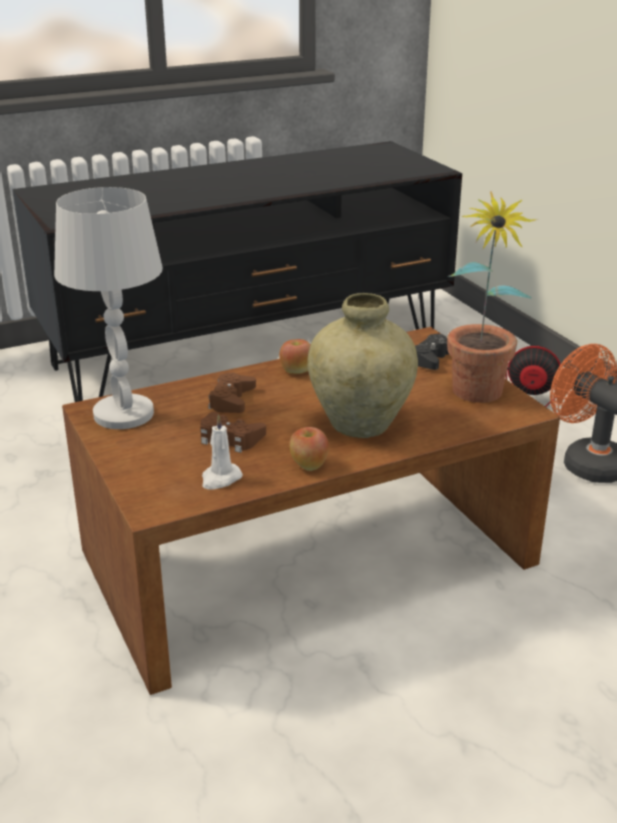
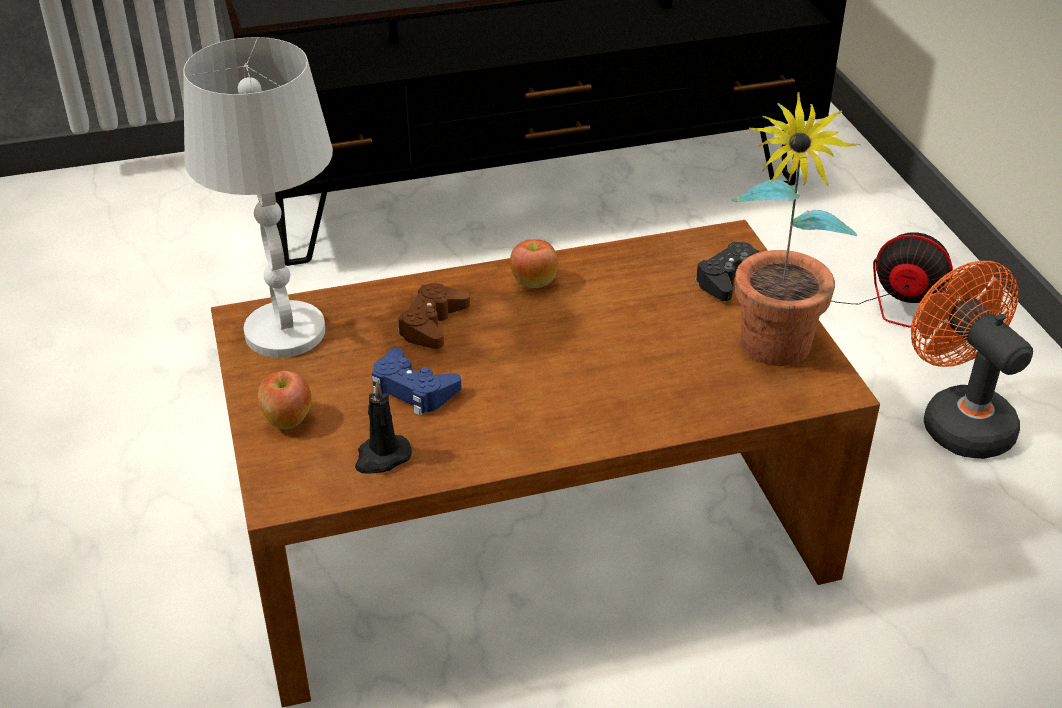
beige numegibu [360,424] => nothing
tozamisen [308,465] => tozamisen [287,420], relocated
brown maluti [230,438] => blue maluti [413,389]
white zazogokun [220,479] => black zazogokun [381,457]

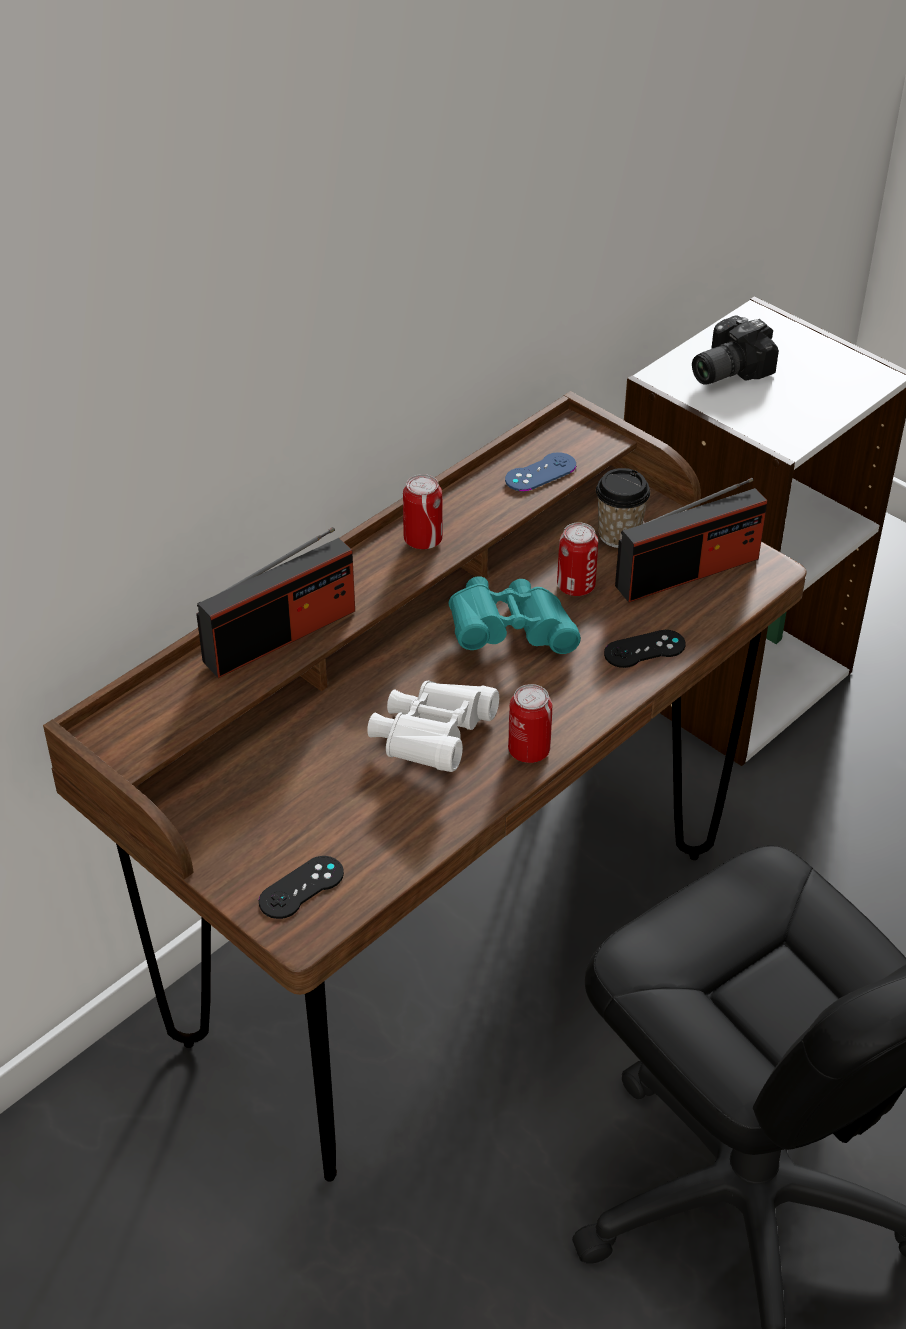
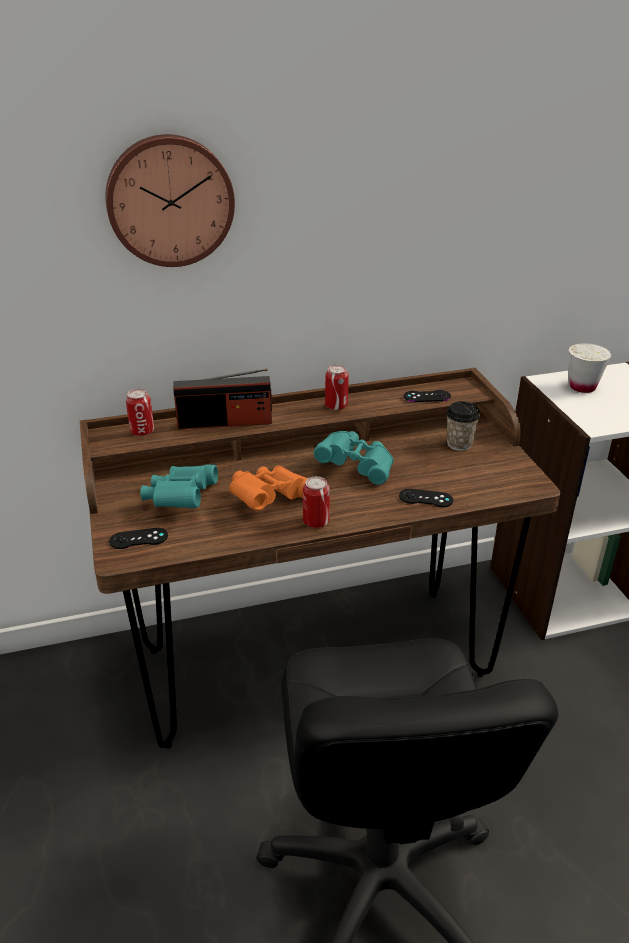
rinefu [687,572] => nothing
nothing => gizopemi [170,200]
nothing => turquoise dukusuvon [181,499]
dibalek [576,586] => dibalek [142,431], relocated
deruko [725,370] => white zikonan [582,387]
white dukusuvon [432,740] => orange dukusuvon [269,499]
blue maluti [540,472] => black maluti [427,396]

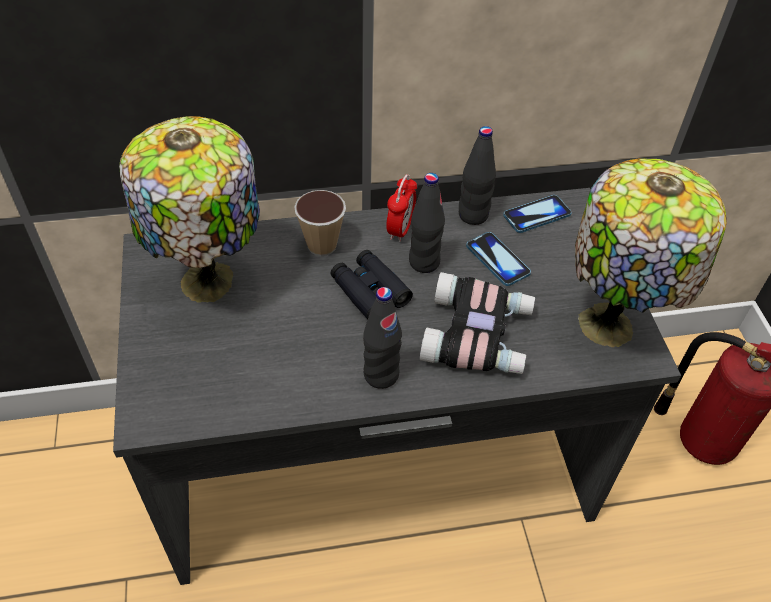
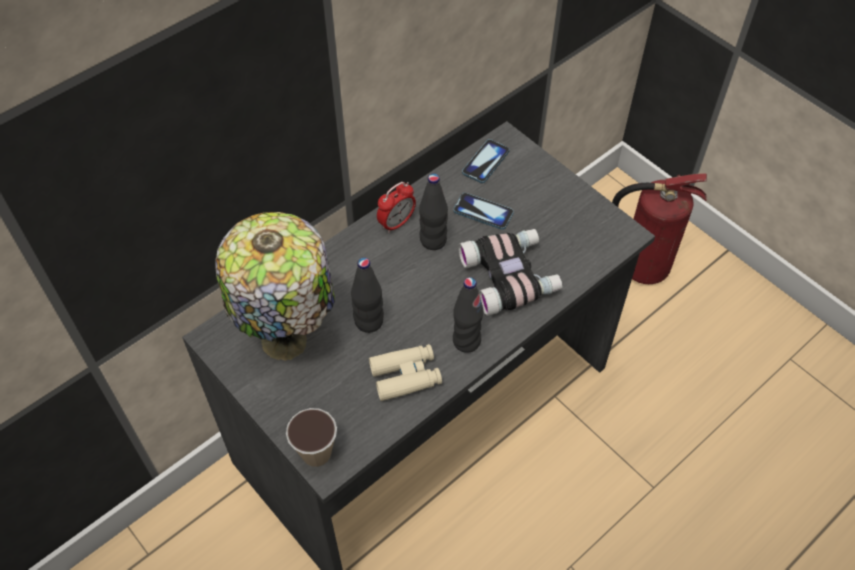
black dukusuvon [370,291] => nothing
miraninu [611,326] => nothing
nothing => beige dukusuvon [406,376]
zikonan [322,245] => zikonan [316,454], relocated
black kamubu [473,215] => black kamubu [369,322], relocated
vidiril [400,229] => vidiril [396,223], 60 degrees clockwise

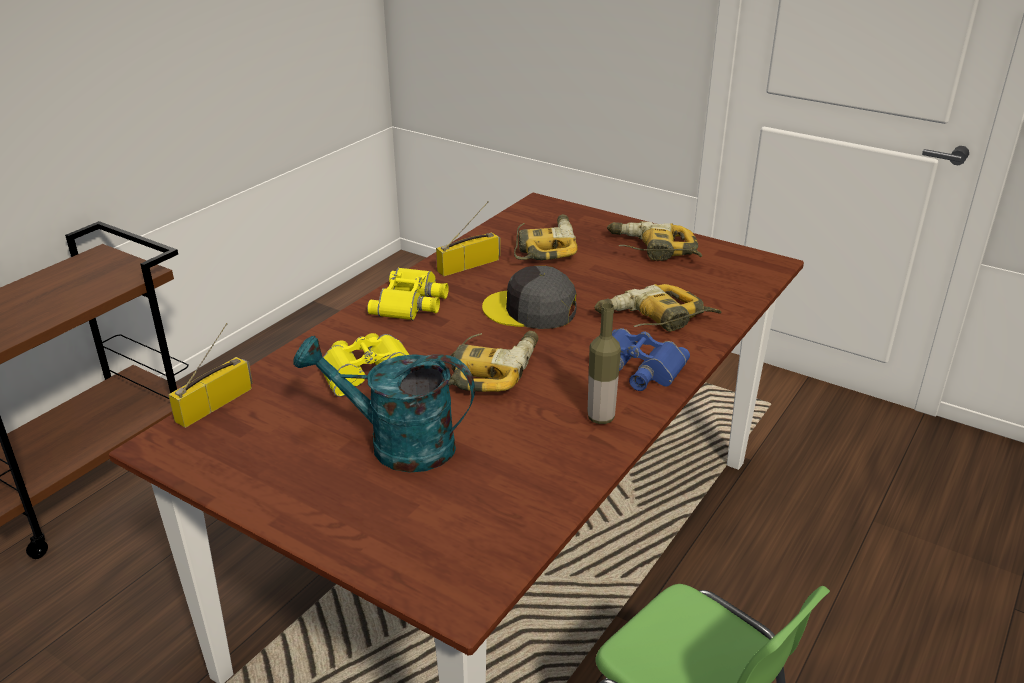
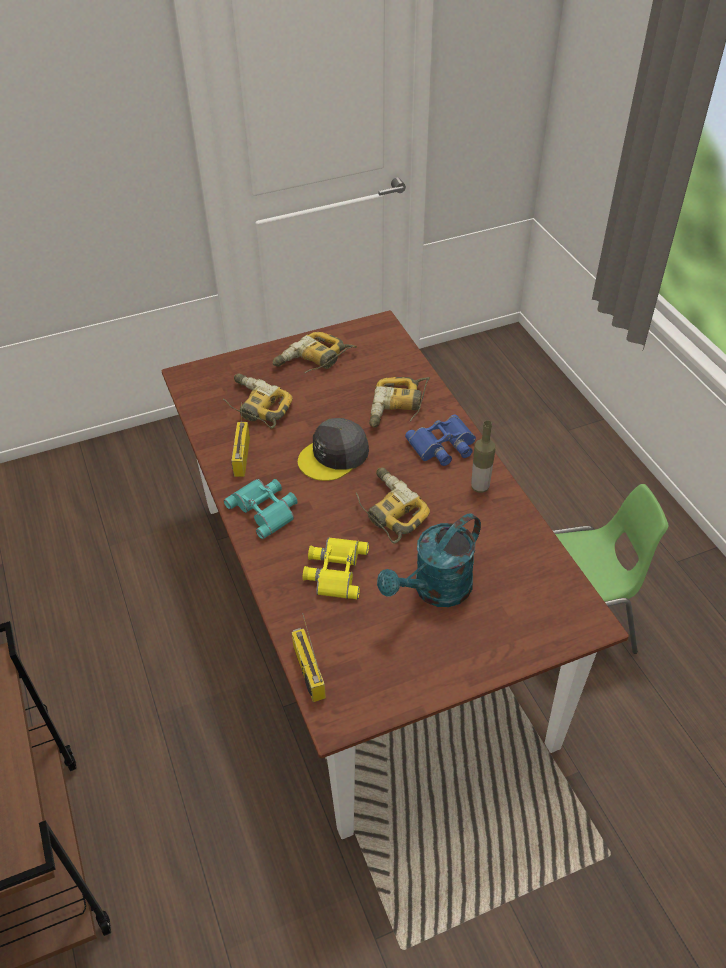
yellow dukusuvon [412,302] => turquoise dukusuvon [265,509]

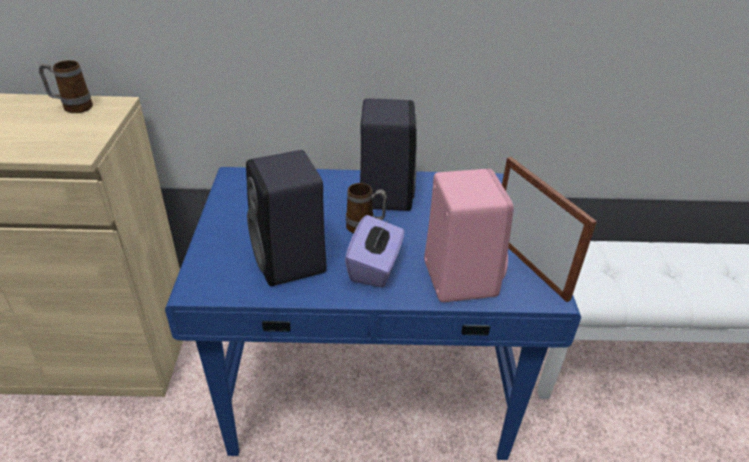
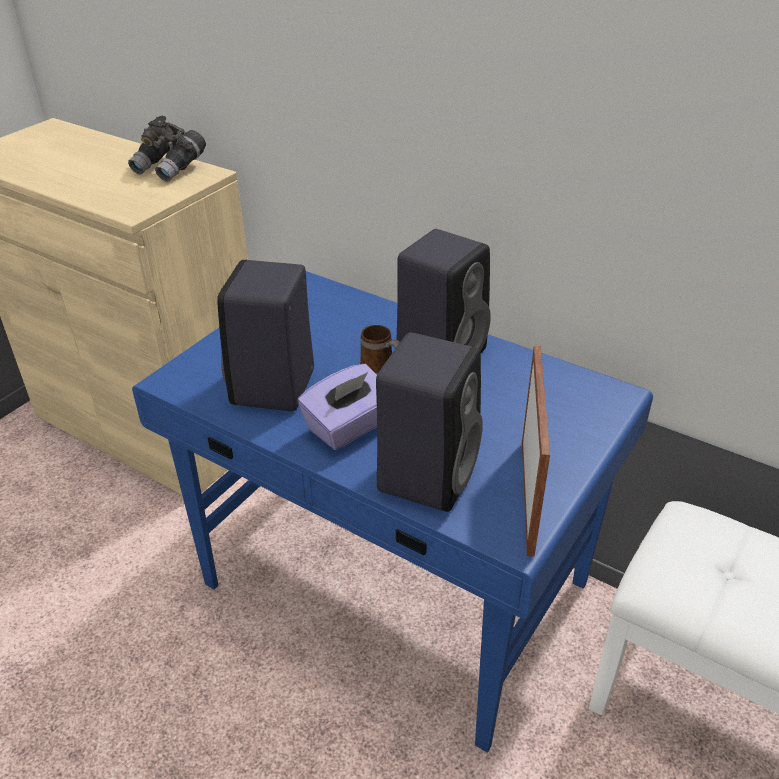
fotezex [72,107] => grey dukusuvon [170,168]
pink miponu [458,276] => black miponu [428,473]

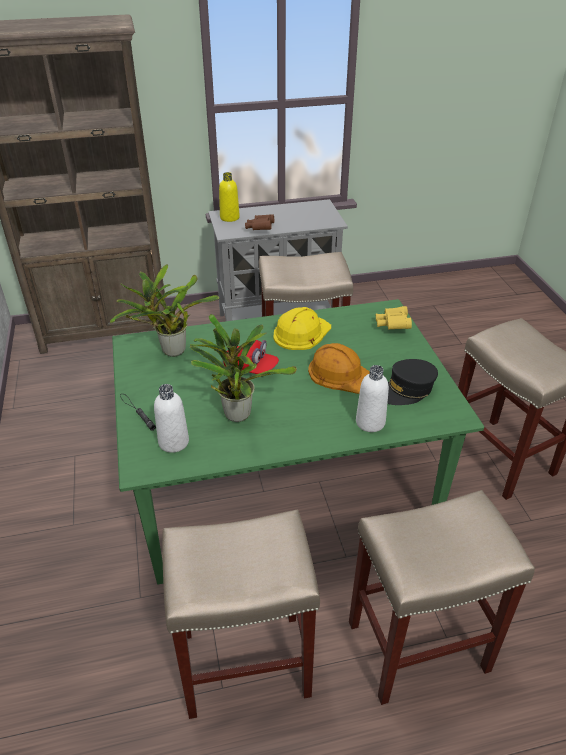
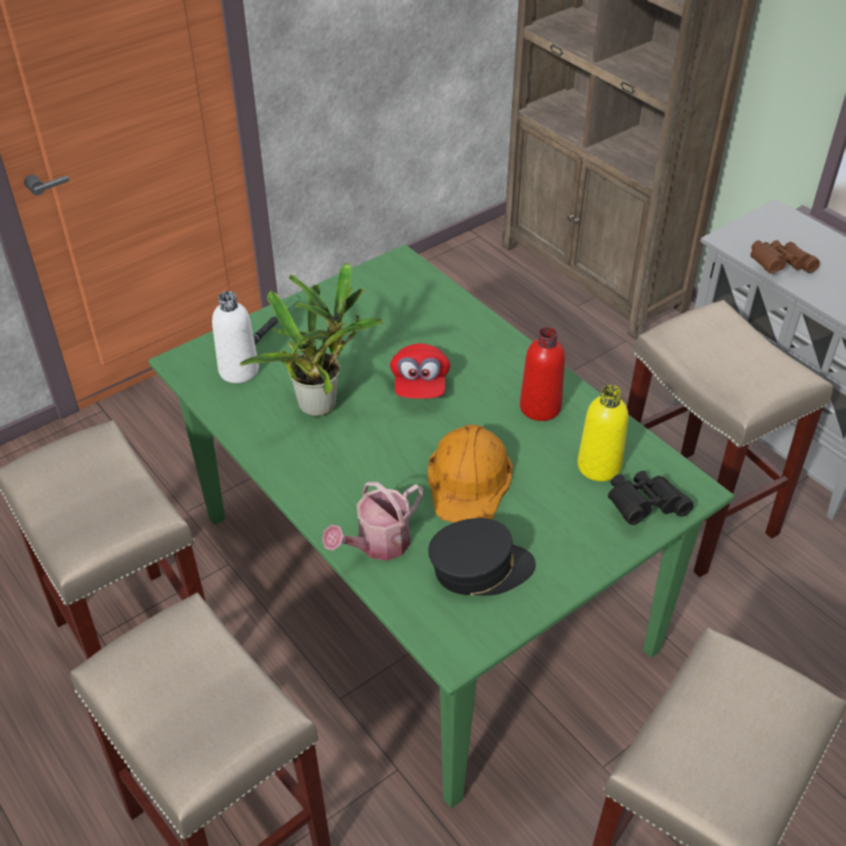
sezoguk [170,351] => nothing
yellow kamubu [229,217] => yellow kamubu [599,466], relocated
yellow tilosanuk [301,332] => red kamubu [540,407]
white kamubu [370,422] => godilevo [377,544]
yellow dukusuvon [392,325] => black dukusuvon [643,507]
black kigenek [407,390] => black kigenek [480,569], 135 degrees clockwise

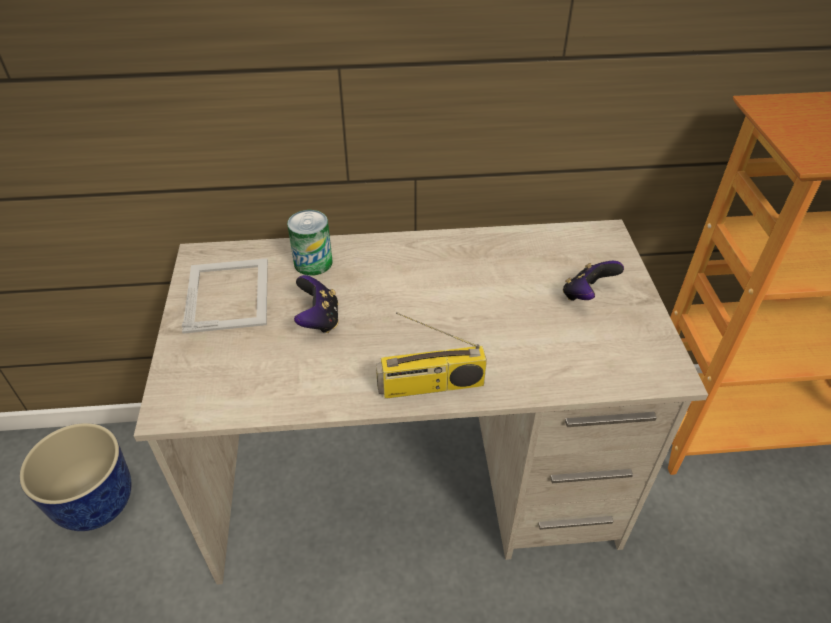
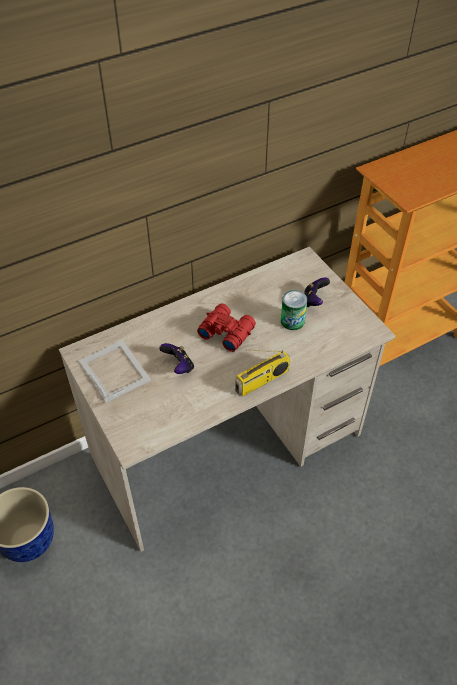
nothing => red dukusuvon [226,331]
dibalek [313,262] => dibalek [292,321], relocated

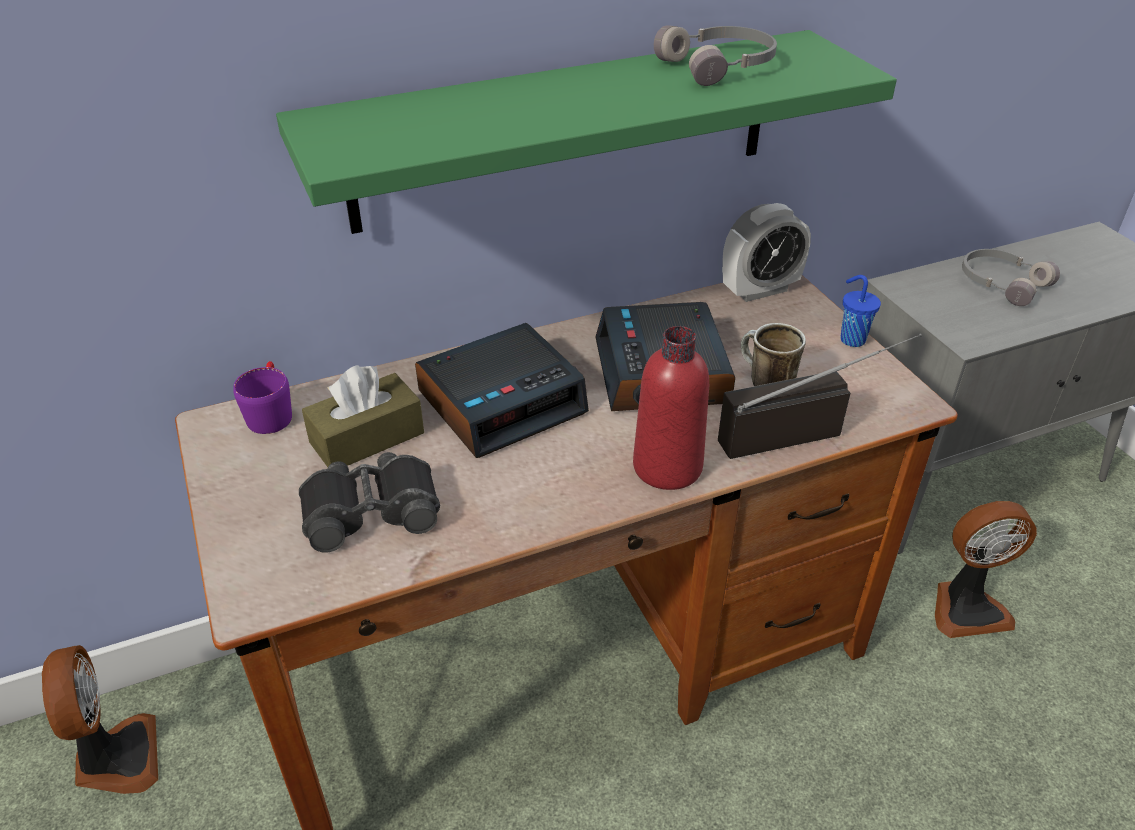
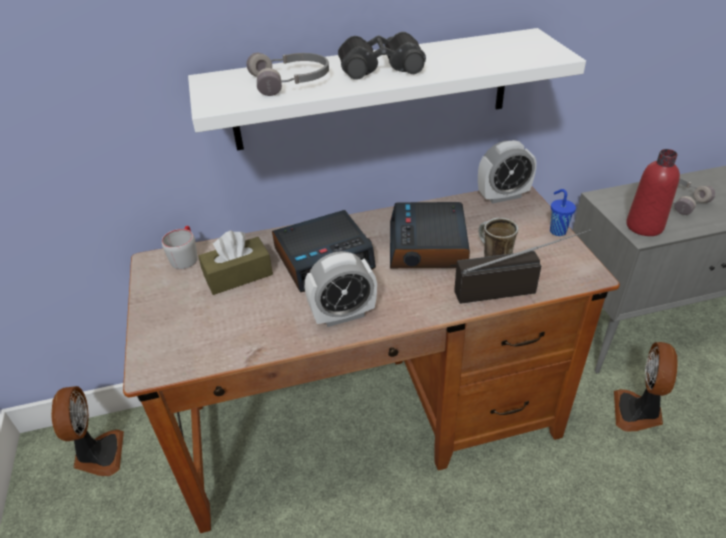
nothing => vidiril [343,315]
black dukusuvon [371,510] => black dukusuvon [381,66], relocated
red kamubu [667,467] => red kamubu [644,226], relocated
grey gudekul [720,66] => grey gudekul [291,81], relocated
purple fotezex [271,412] => grey fotezex [186,256]
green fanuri [565,131] => white fanuri [373,90]
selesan [966,607] => selesan [638,412], 105 degrees clockwise

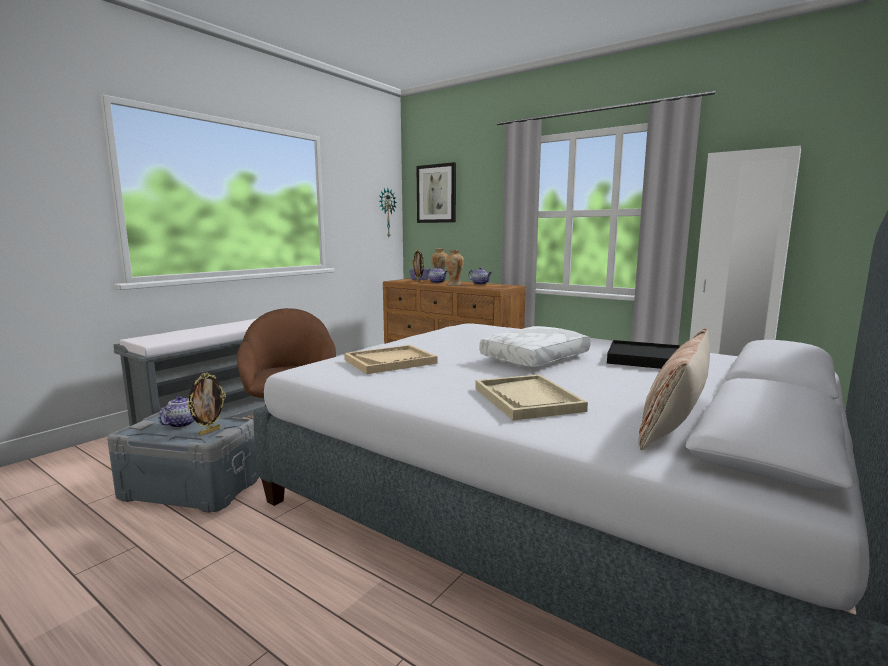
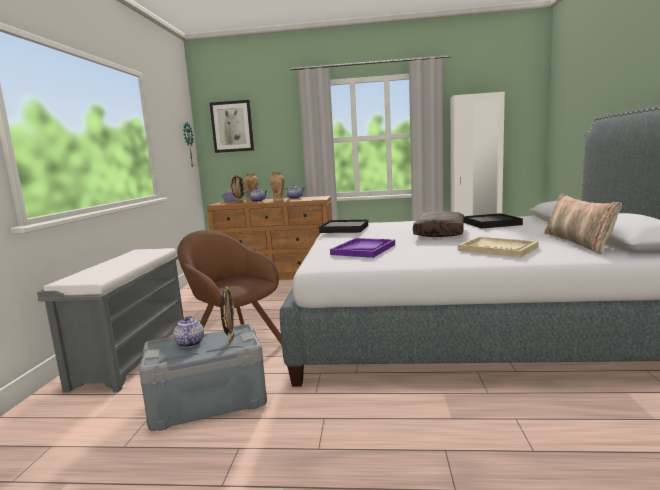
nothing => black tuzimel [344,229]
beige tuzimel [390,361] => purple tuzimel [363,249]
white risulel [535,358] => brown risulel [440,233]

